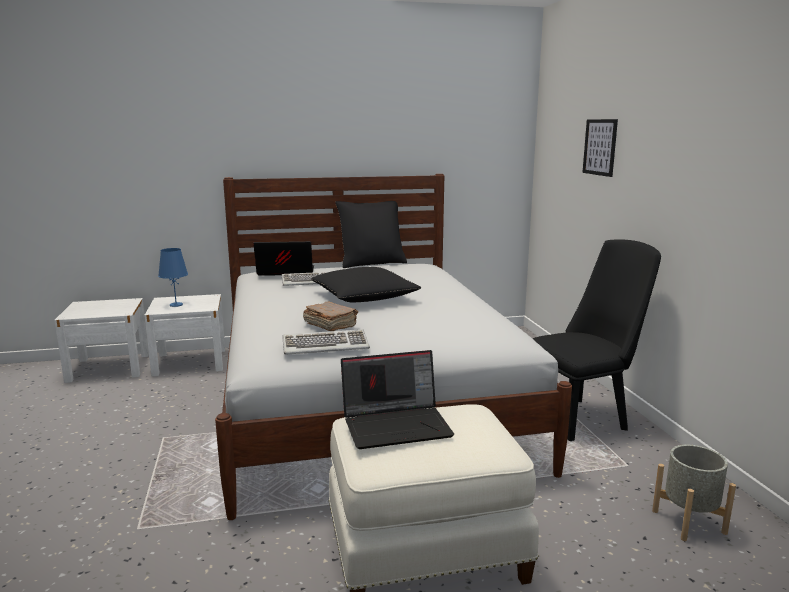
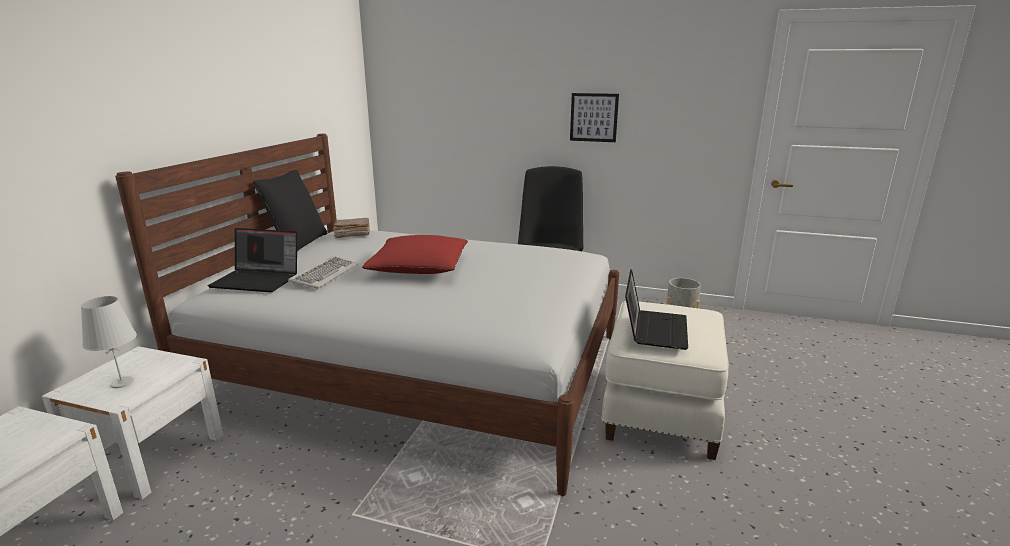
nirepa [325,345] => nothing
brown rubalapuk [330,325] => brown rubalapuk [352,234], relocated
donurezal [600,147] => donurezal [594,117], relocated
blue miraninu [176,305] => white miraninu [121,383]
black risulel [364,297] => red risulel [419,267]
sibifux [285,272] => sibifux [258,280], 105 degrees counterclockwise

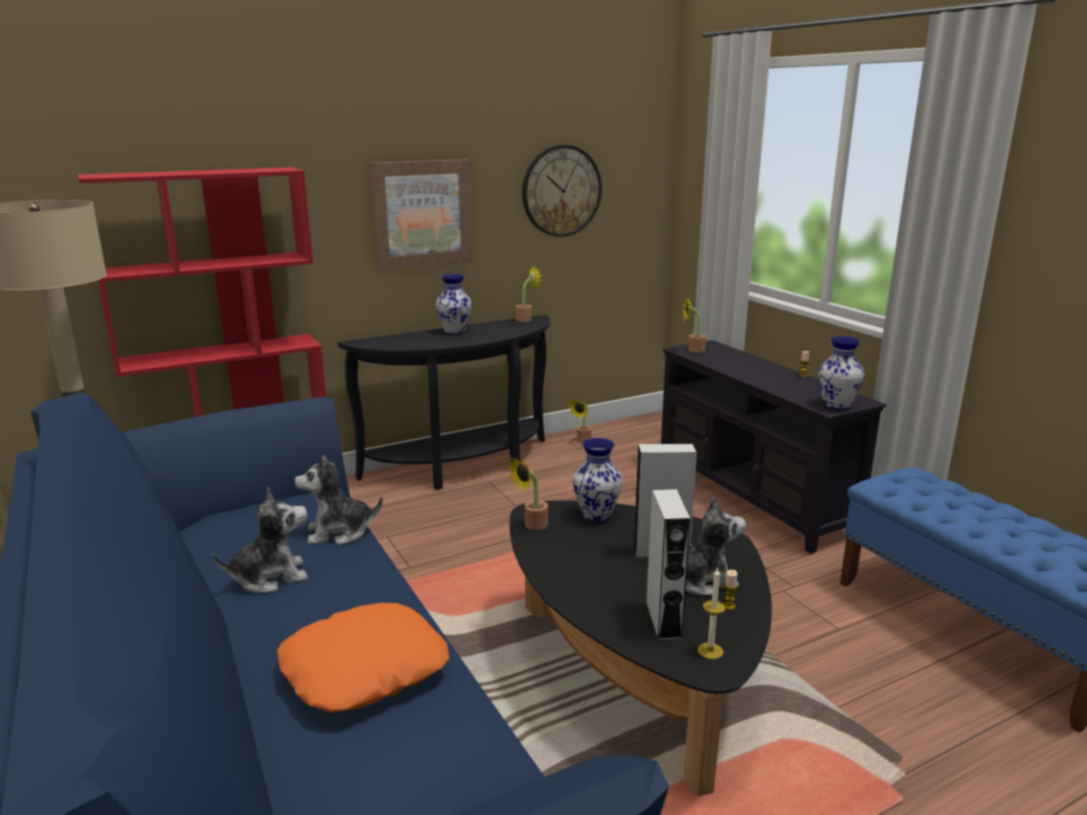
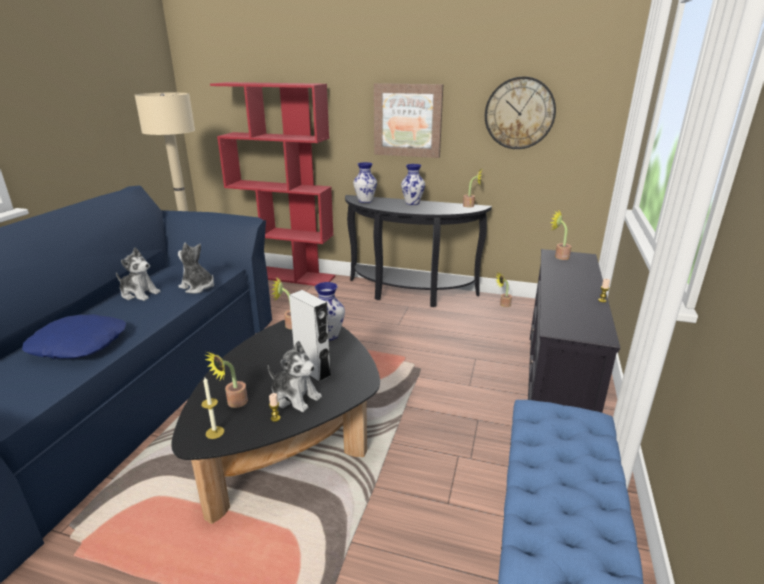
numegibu [836,405] => numegibu [365,201], relocated
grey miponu [663,620] => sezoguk [233,403]
orange risulel [364,668] => blue risulel [79,344]

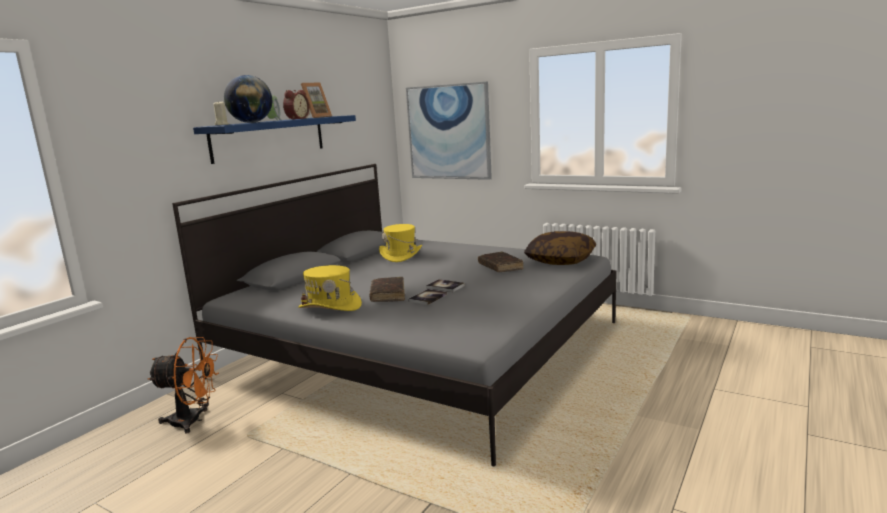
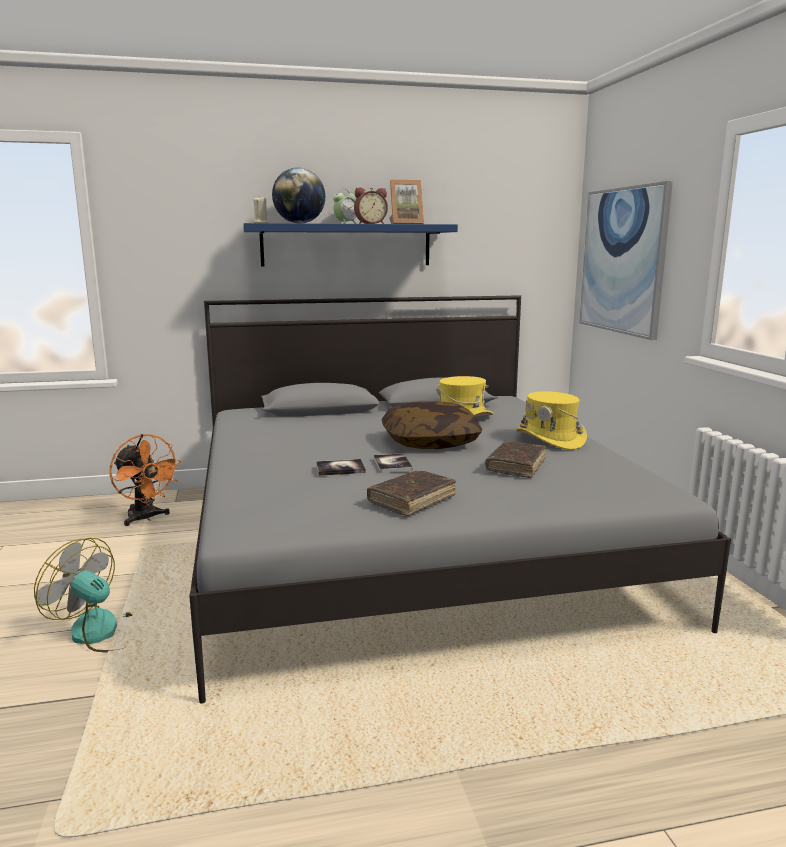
nothing => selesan [104,632]
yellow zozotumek [330,306] => yellow zozotumek [550,439], relocated
brown rubalapuk [388,295] => brown rubalapuk [412,500], relocated
risulel [560,260] => risulel [430,442], relocated

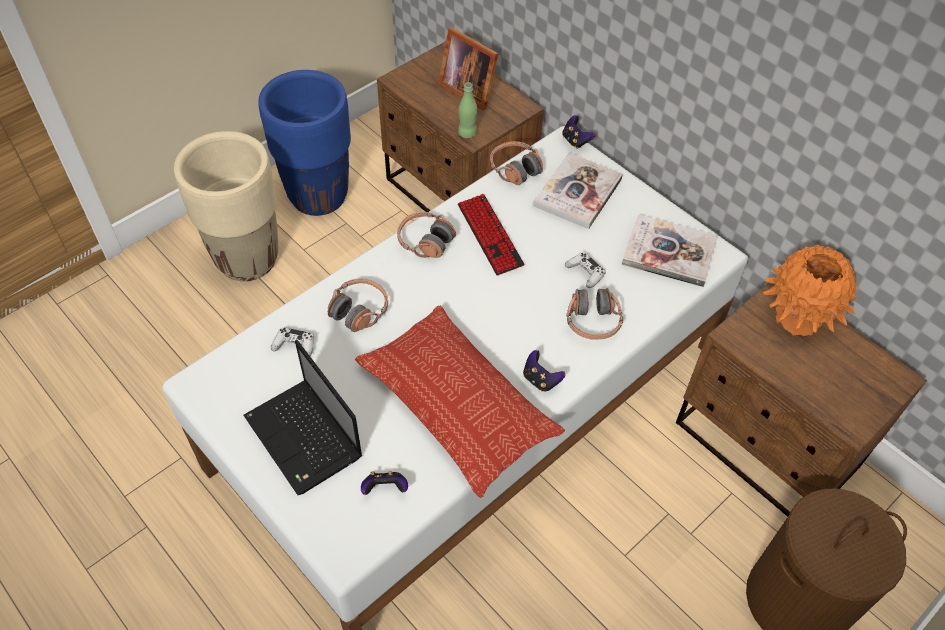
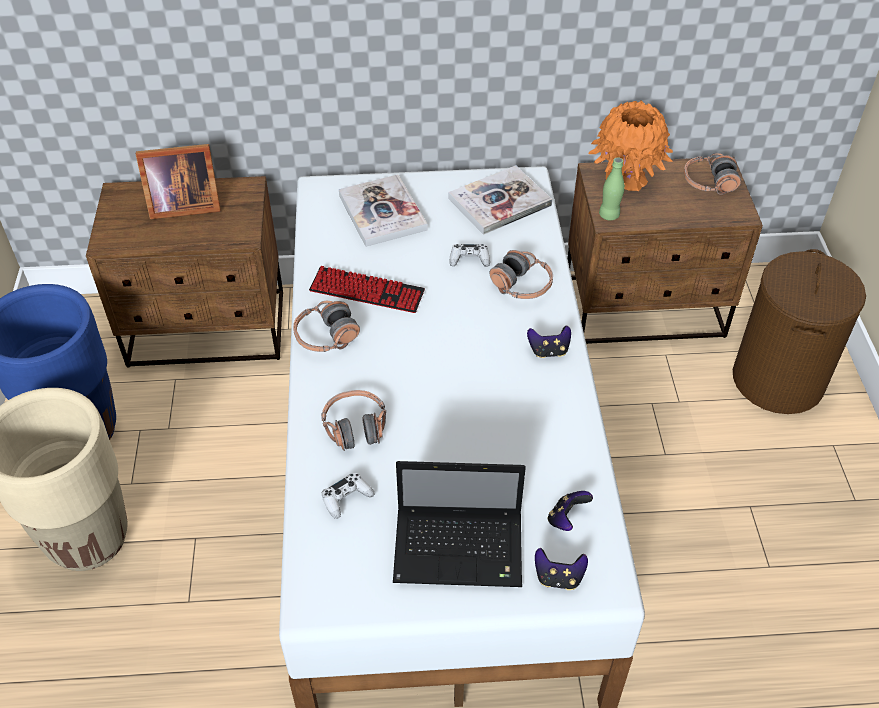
risulel [457,404] => nothing
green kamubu [467,133] => green kamubu [609,215], relocated
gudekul [515,169] => gudekul [709,183], relocated
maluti [575,141] => maluti [558,577], relocated

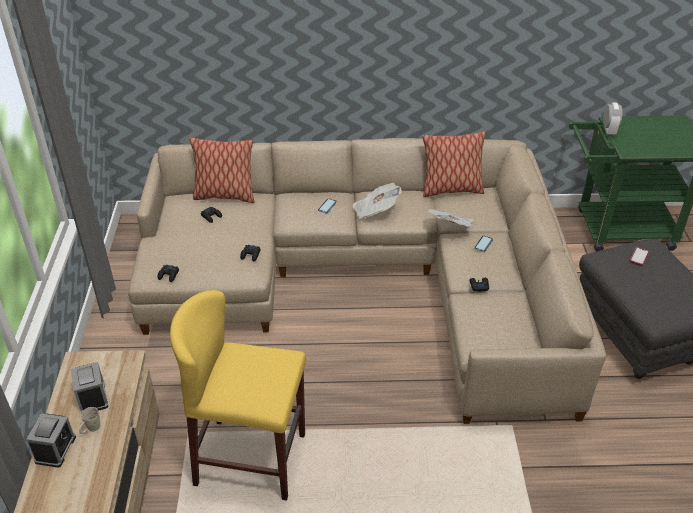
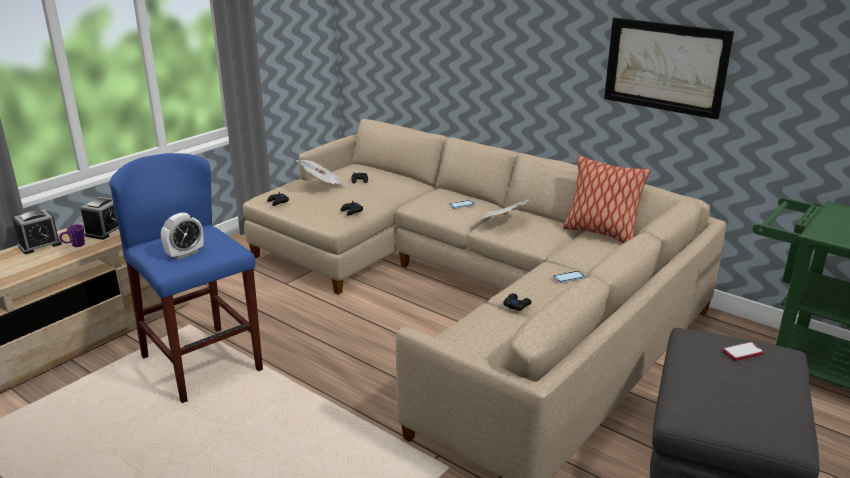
risulel [225,196] => nothing
nothing => donurezal [665,66]
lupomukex [452,228] => lupomukex [323,185], relocated
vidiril [609,130] => vidiril [185,254], relocated
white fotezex [91,429] => purple fotezex [74,245]
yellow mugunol [251,459] => blue mugunol [202,363]

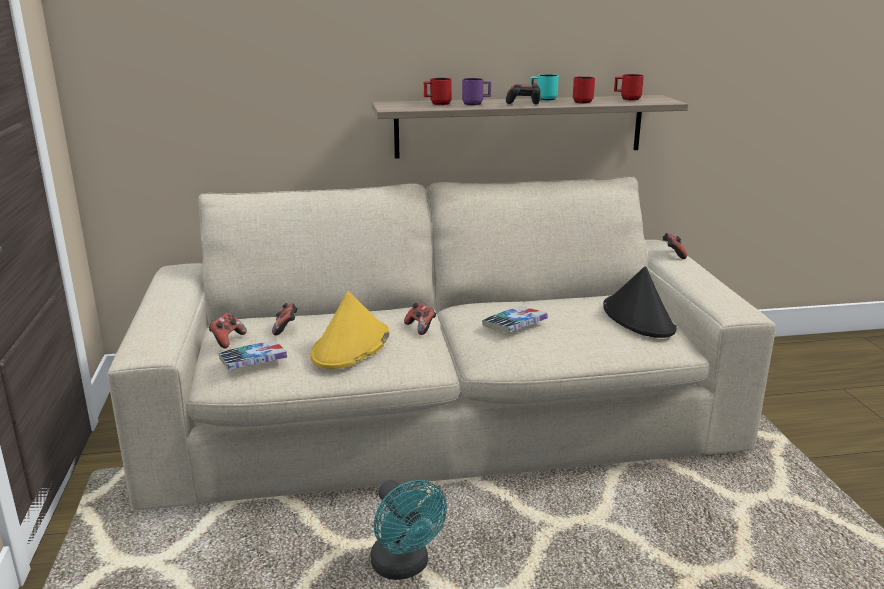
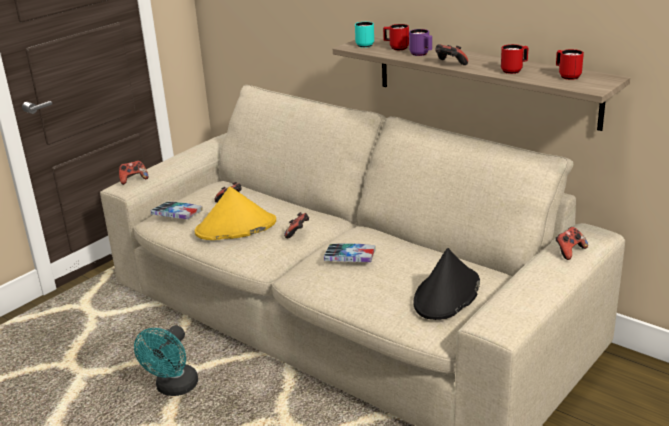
maluti [227,340] => maluti [133,179], relocated
turquoise fotezex [543,99] => turquoise fotezex [363,44], relocated

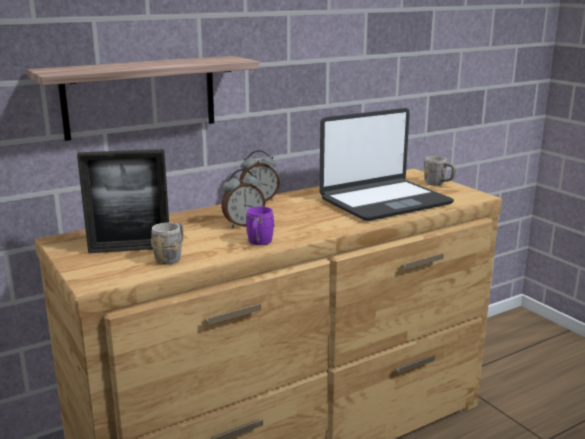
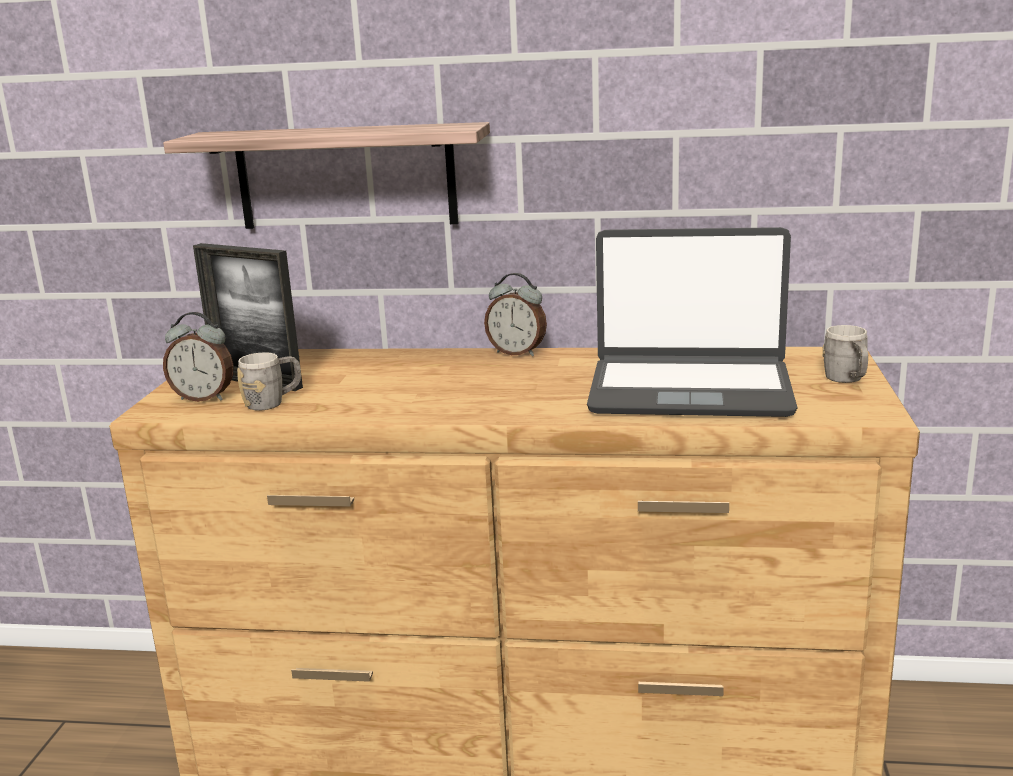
purple fotezex [259,243] => nothing
vidiril [243,224] => vidiril [204,398], relocated

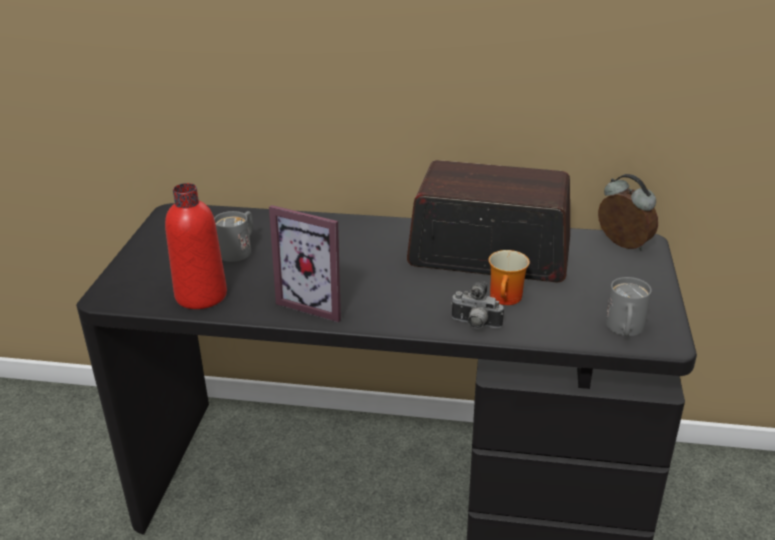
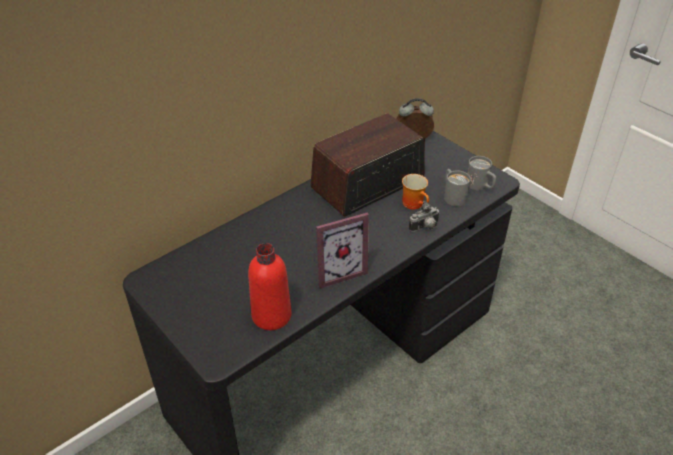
grey fotezex [239,249] => grey fotezex [452,195], relocated

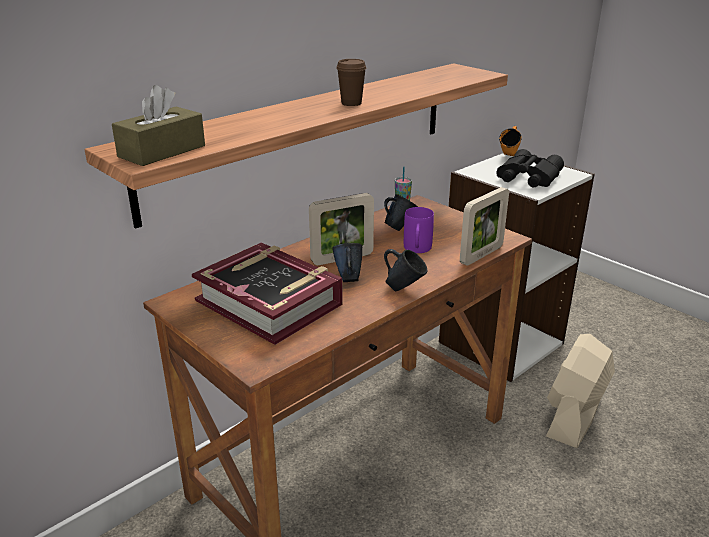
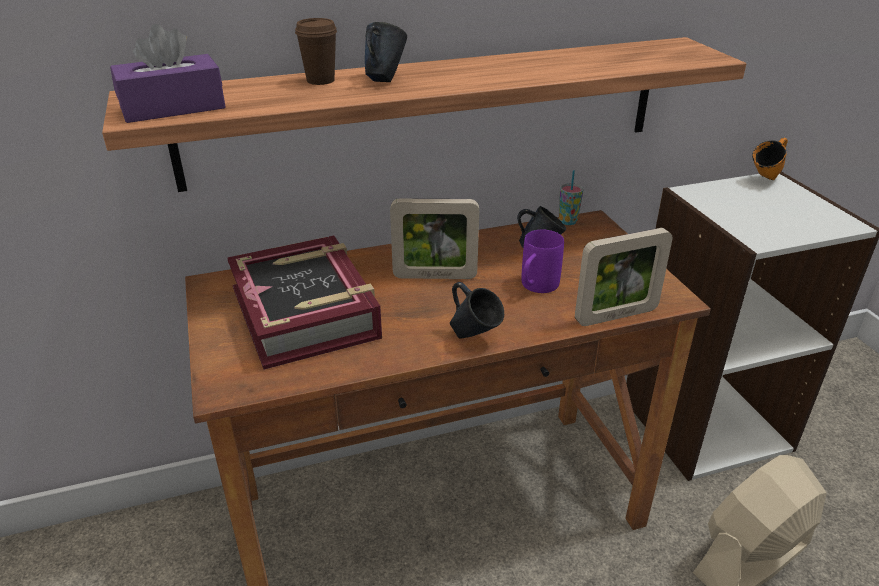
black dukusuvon [527,177] => nothing
blue fotezex [348,279] => blue fotezex [383,79], relocated
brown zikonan [351,103] => brown zikonan [320,80], relocated
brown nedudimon [162,151] => purple nedudimon [173,107]

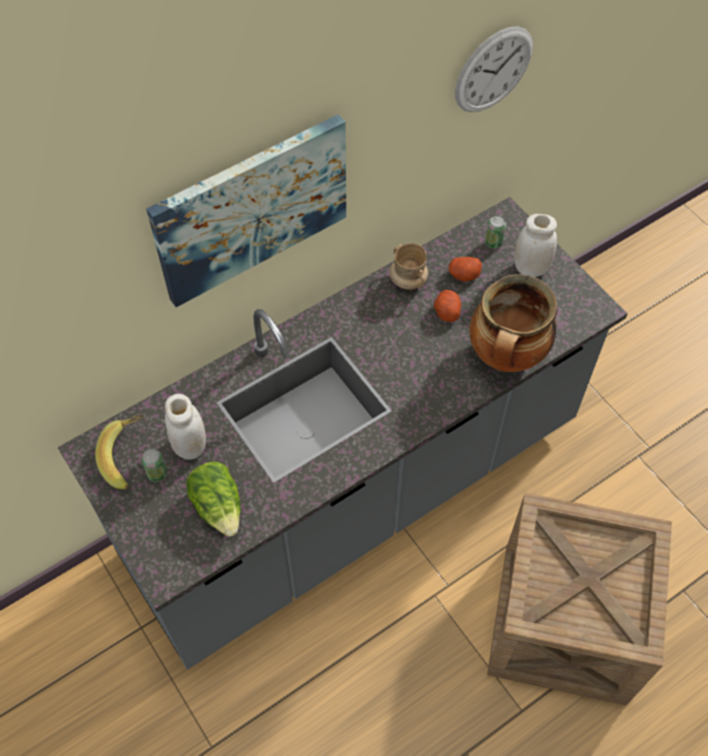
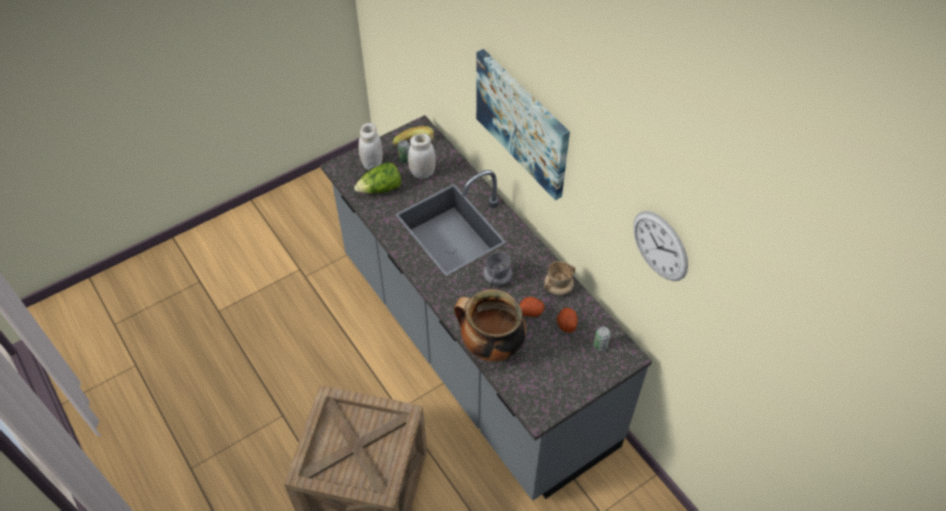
nothing => grey fotezex [497,278]
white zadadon [530,268] => white zadadon [372,164], relocated

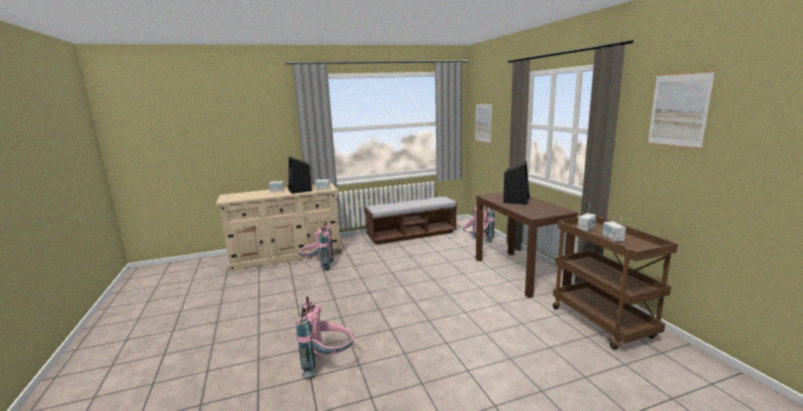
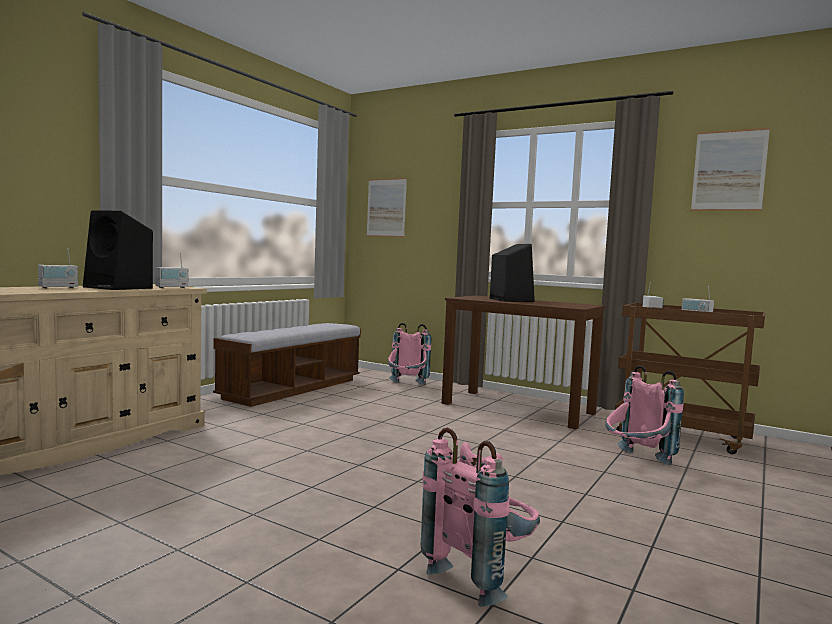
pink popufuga [317,266] => pink popufuga [636,462], relocated

